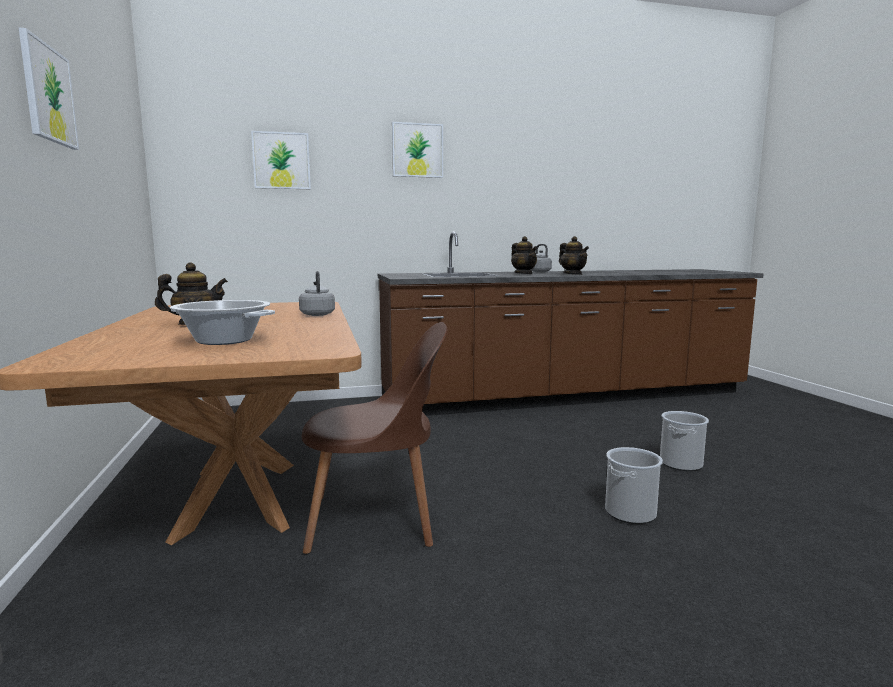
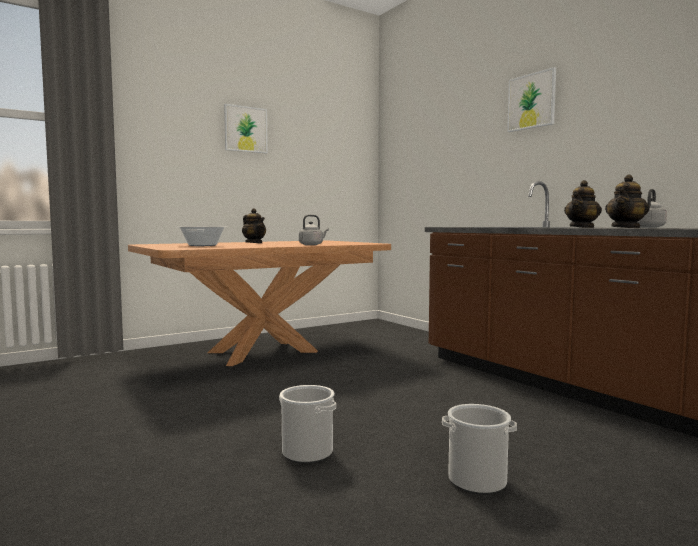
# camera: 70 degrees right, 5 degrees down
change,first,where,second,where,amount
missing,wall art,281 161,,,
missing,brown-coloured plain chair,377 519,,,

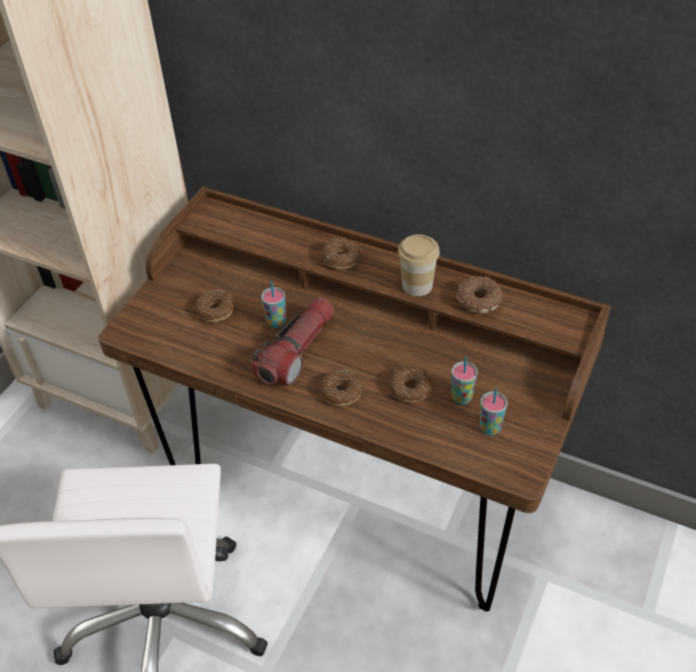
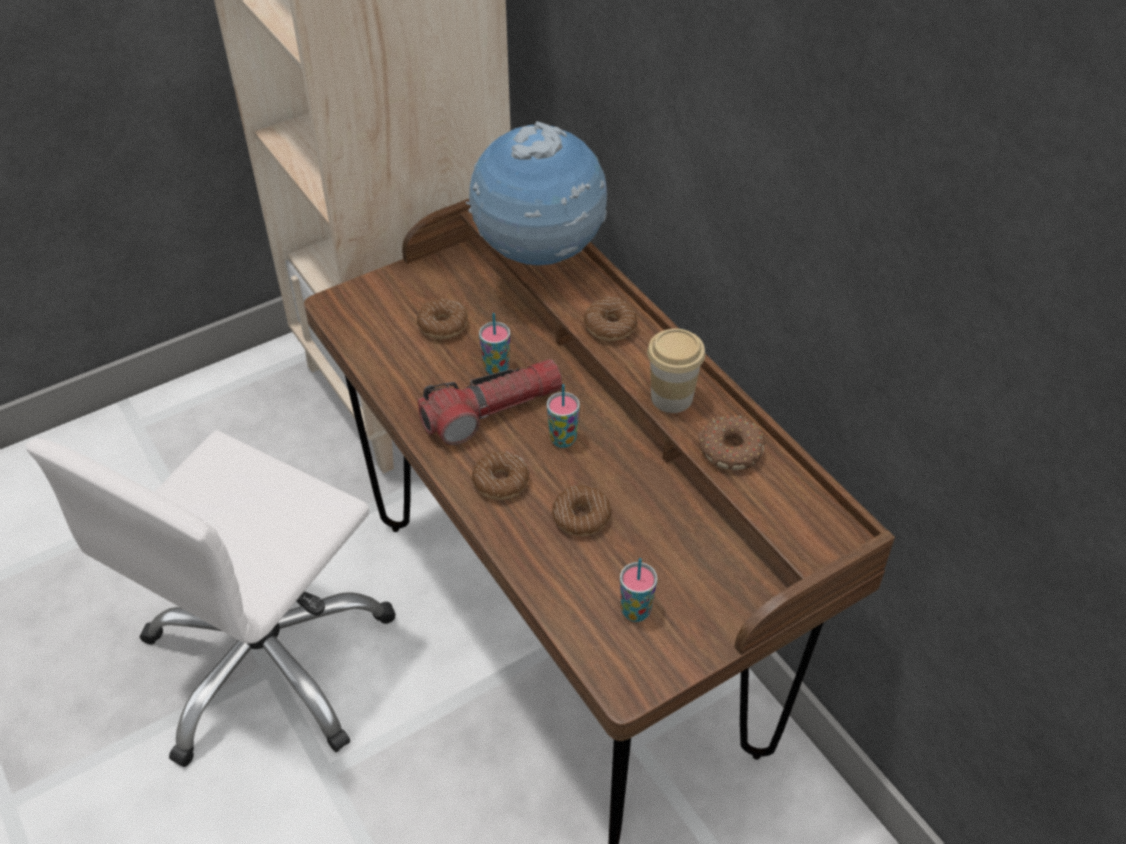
# camera: 30 degrees right, 0 degrees up
change,first,where,second,where,amount
relocated,small cup,461 397,,563 439,
appeared,,,world globe,539 255,

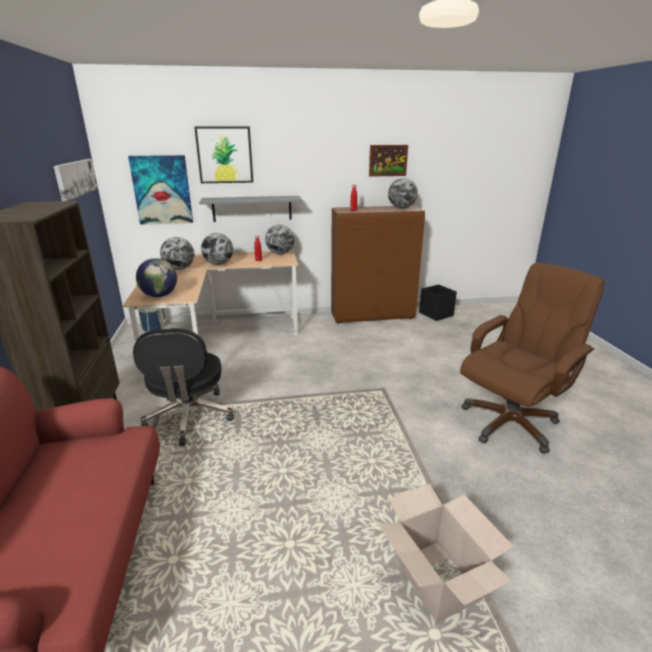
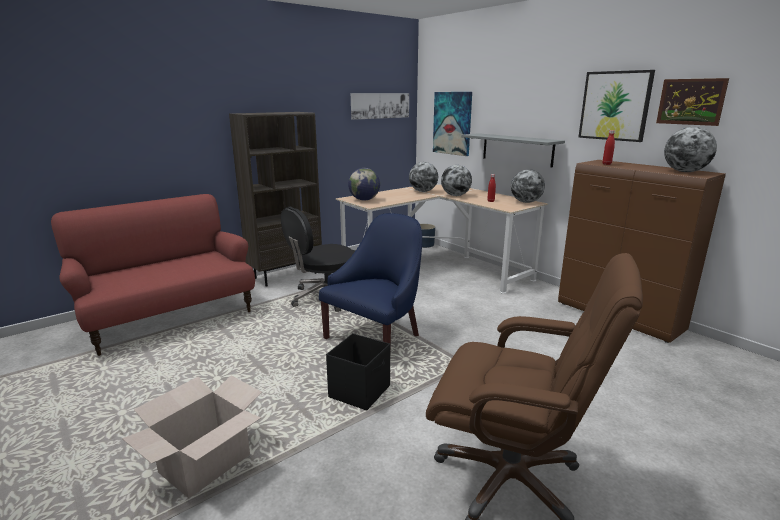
# camera: 60 degrees right, 5 degrees down
change,first,where,second,where,amount
relocated,wall art,225 155,,615 106,
relocated,black storage container,435 314,,360 391,
appeared,,,blue lounge chair,376 338,

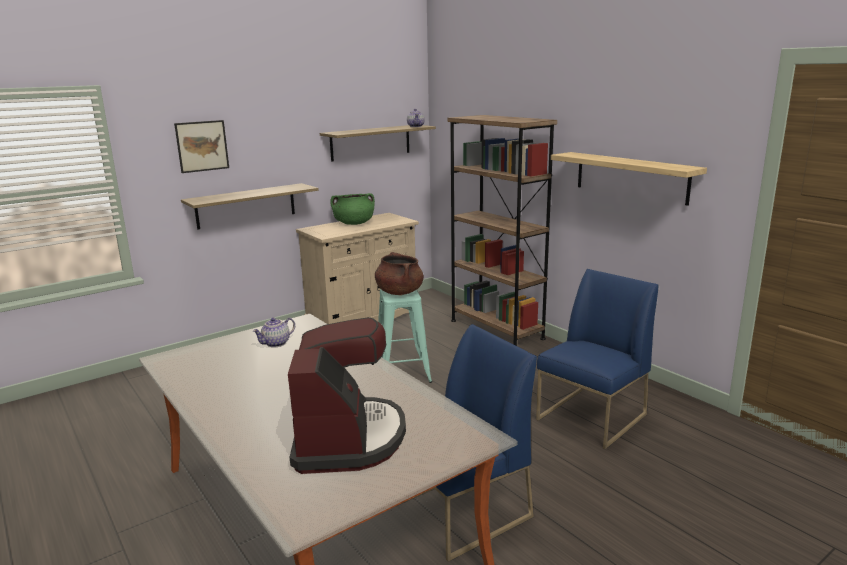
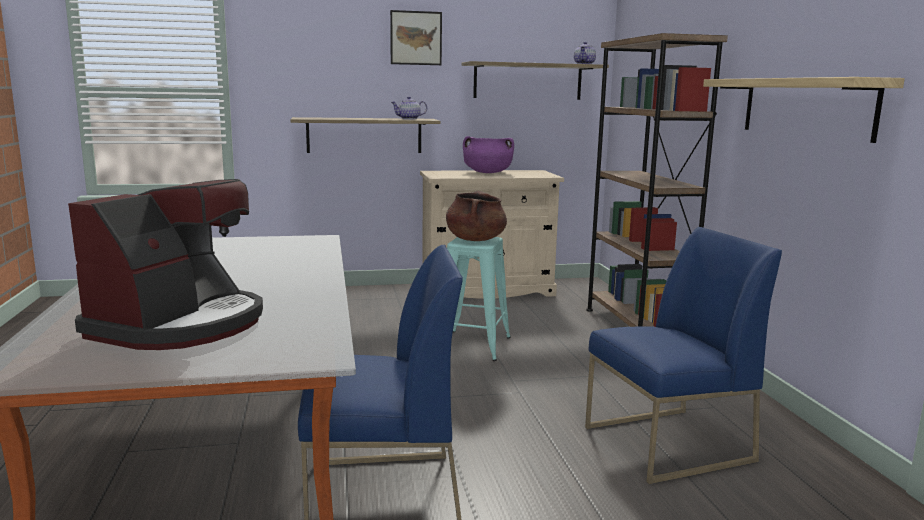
# camera: 25 degrees right, 5 degrees down
change,first,where,second,where,amount
relocated,wall art,202 146,,416 38,
colour,green-coloured cooking pot,354 223,purple-coloured cooking pot,487 172,
relocated,pot for tea,276 344,,409 119,

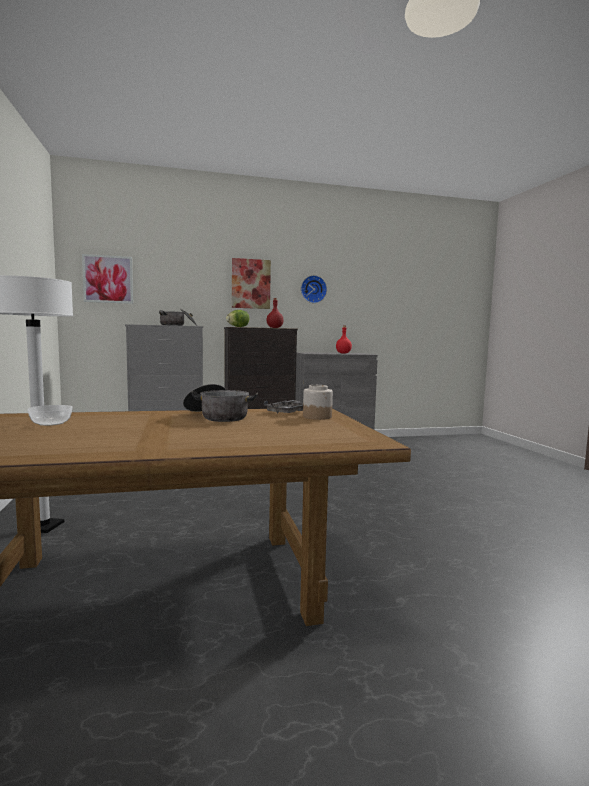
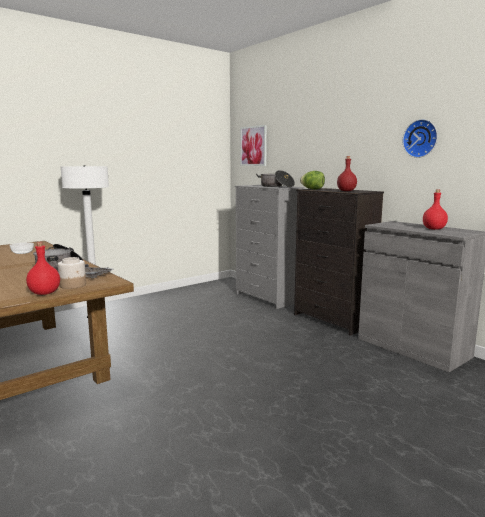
# camera: 65 degrees right, 5 degrees up
change,first,where,second,where,amount
missing,wall art,251 284,,,
appeared,,,reddish drink bottle,44 293,

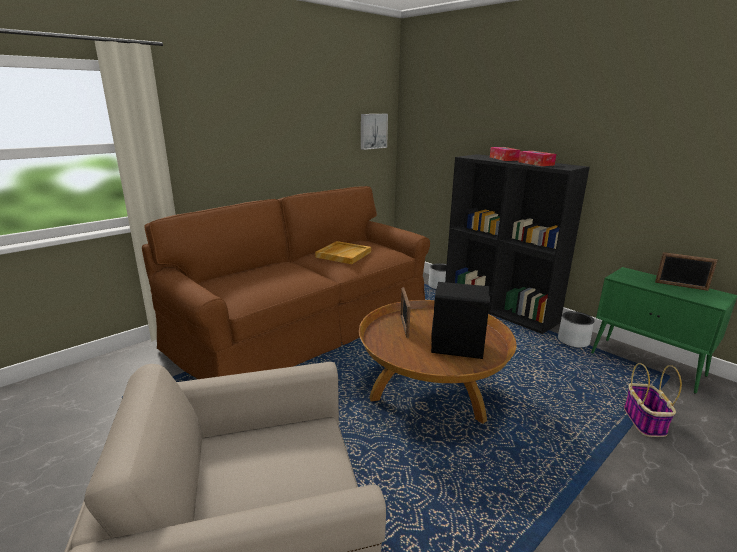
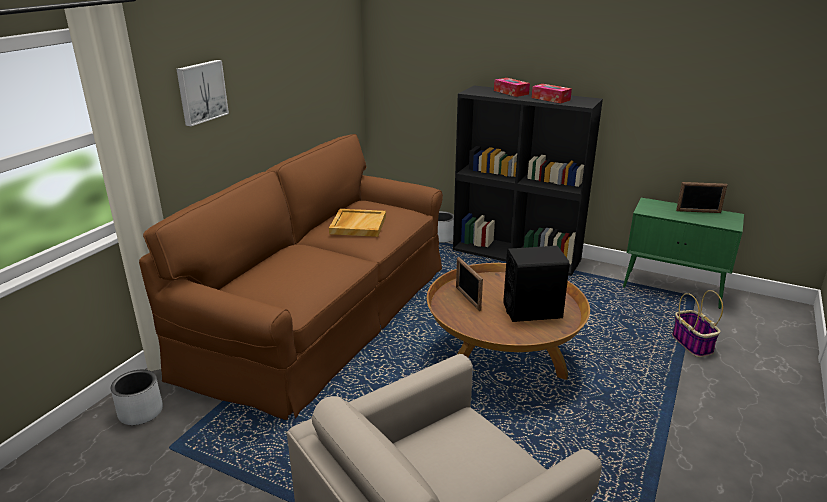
# camera: 20 degrees left, 5 degrees up
change,first,where,second,where,amount
relocated,wall art,373 131,,201 92,
relocated,grey flower pot,573 341,,141 412,

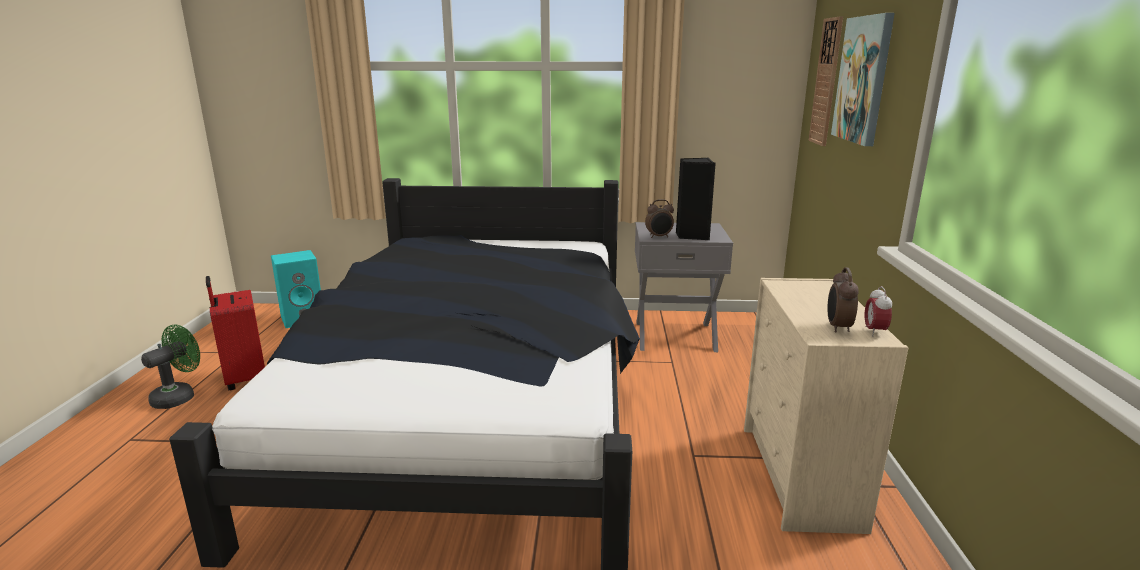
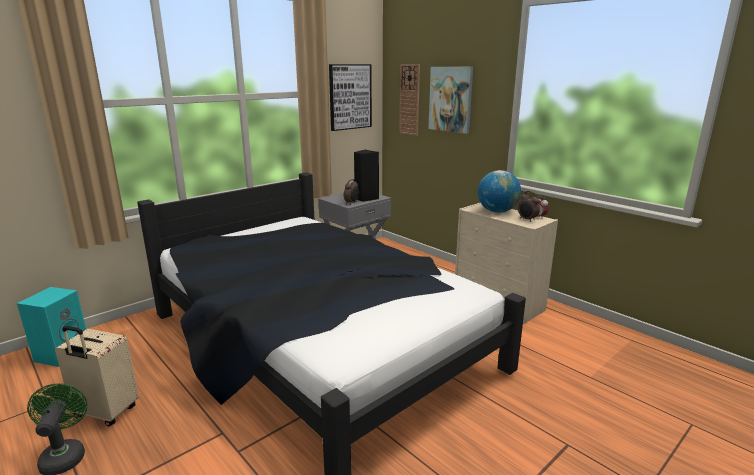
# camera: 45 degrees left, 0 degrees up
change,first,where,second,where,amount
colour,reddish suitcase,244 379,sand-coloured suitcase,105 413,
appeared,,,wall art,350 97,
appeared,,,world globe,497 211,

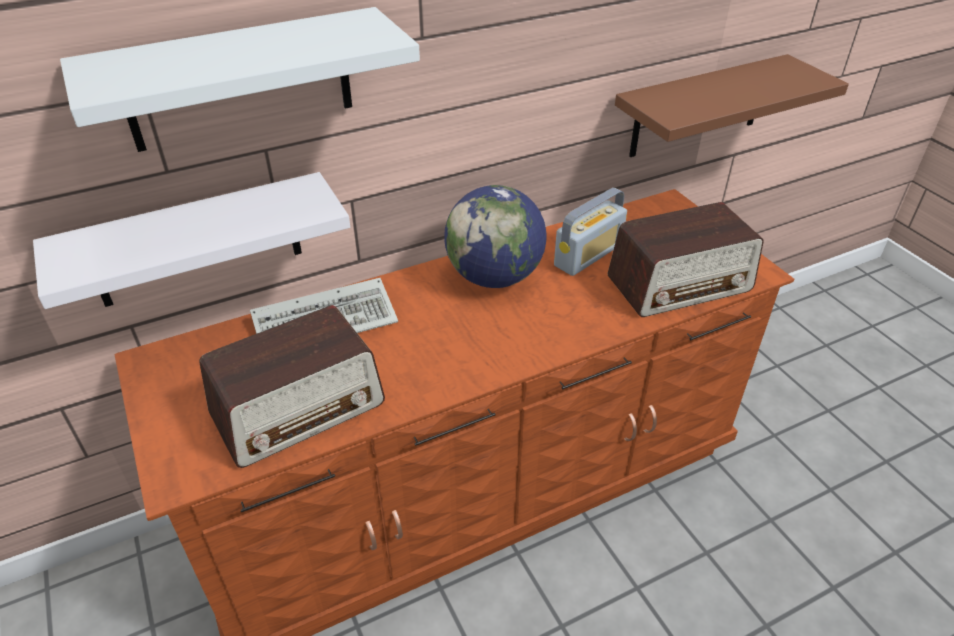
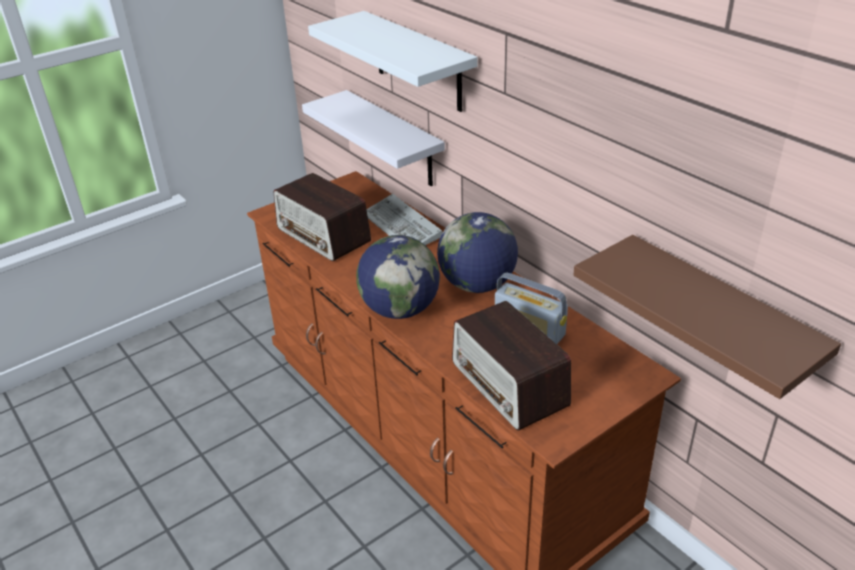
# camera: 80 degrees right, 5 degrees down
change,first,where,second,where,amount
appeared,,,world globe,400 310,

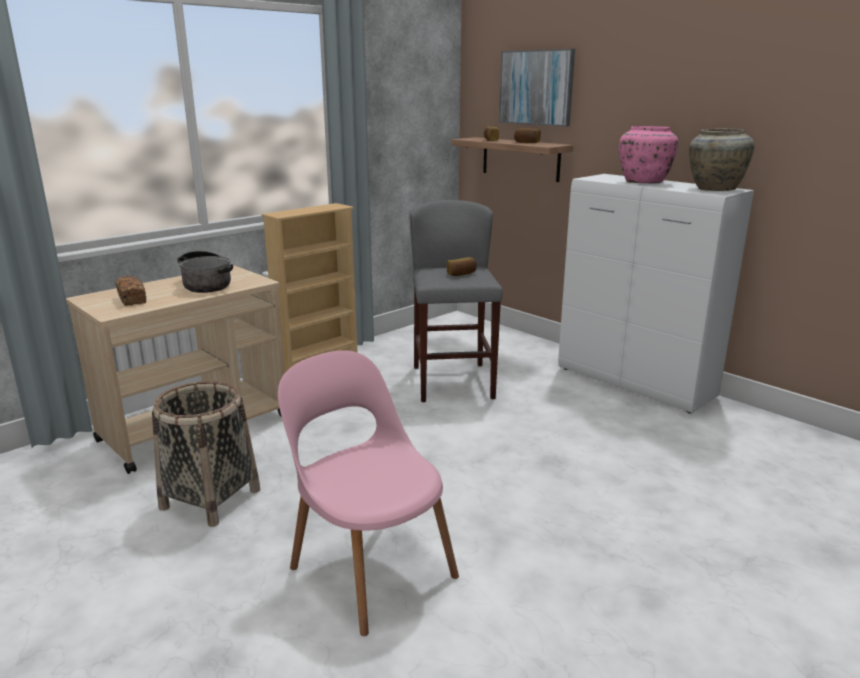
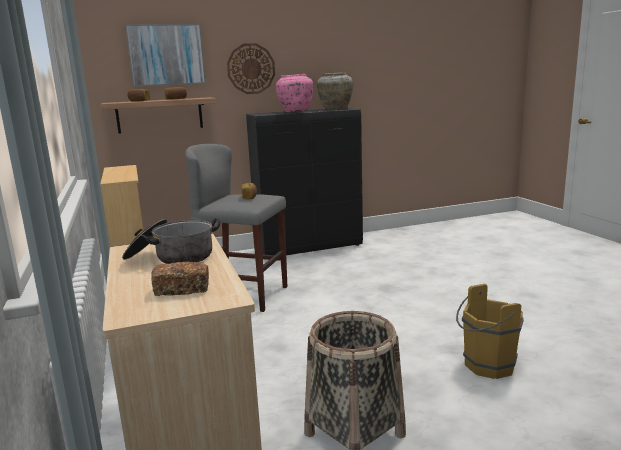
# camera: 65 degrees left, 5 degrees down
change,first,where,second,where,amount
colour,white storage cabinet,635 383,black storage cabinet,310 247,
exchanged,pink plain chair,369 567,brown-coloured pail,485 366,
appeared,,,hanging clock,251 69,

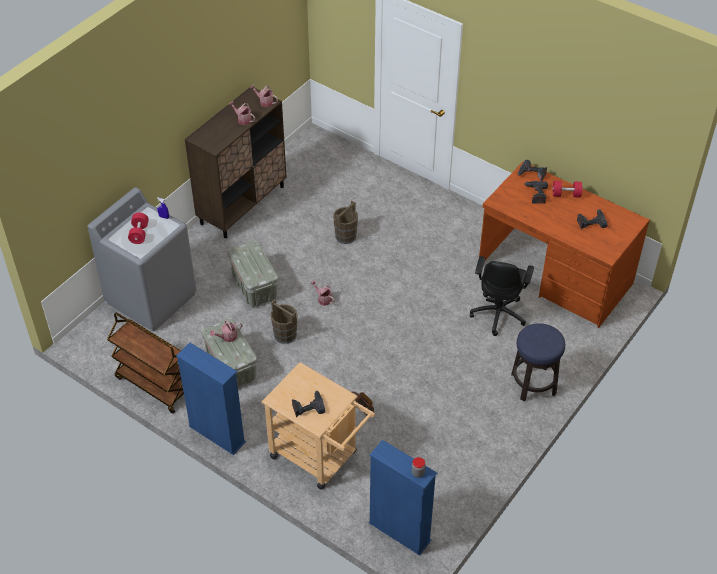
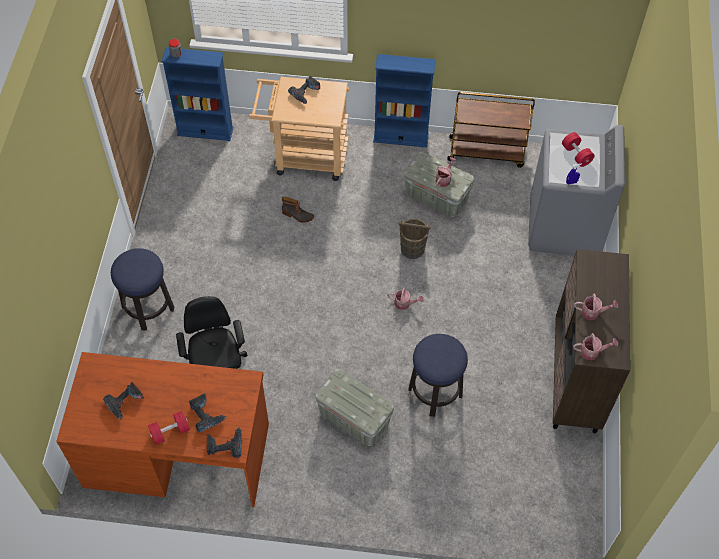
# camera: 150 degrees right, 10 degrees up
change,first,where,second,where,amount
exchanged,brown-coloured pail,345 236,sitting stool,435 392,
relocated,grey storage container,255 286,,353 418,

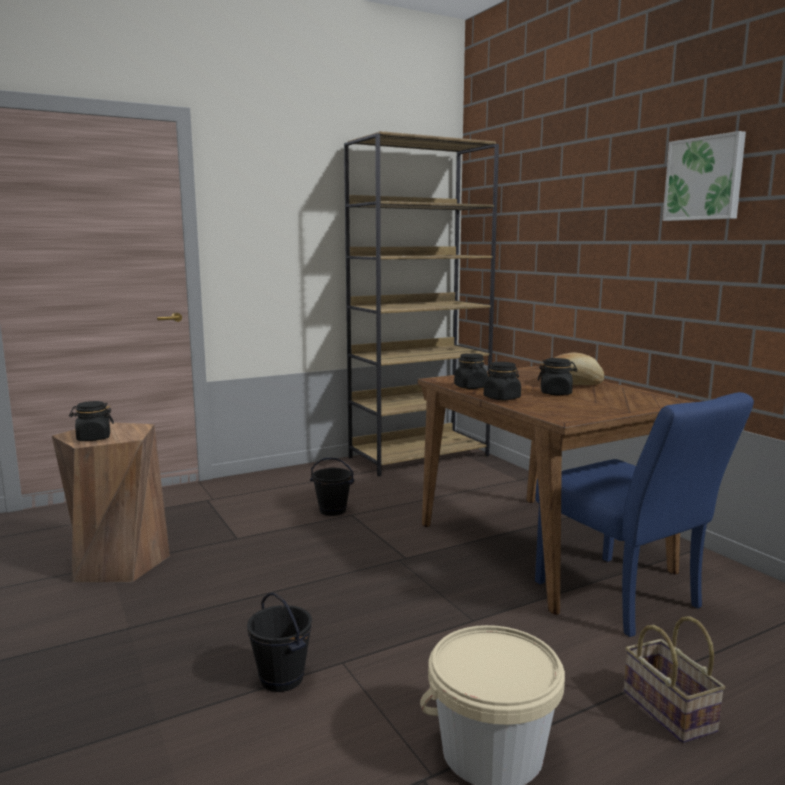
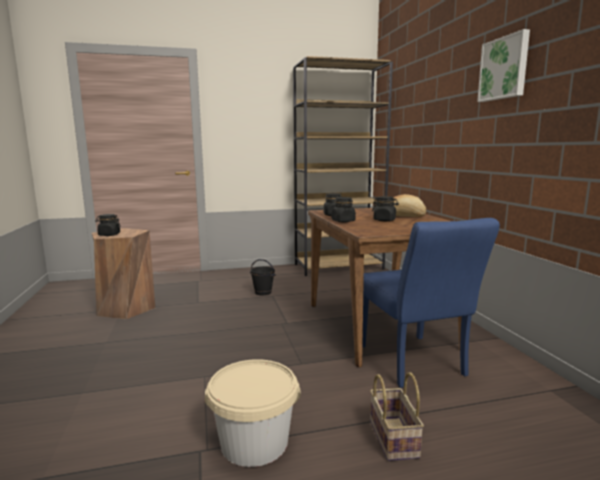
# camera: 15 degrees right, 0 degrees up
change,first,where,second,where,amount
missing,black pail,281 679,,,

